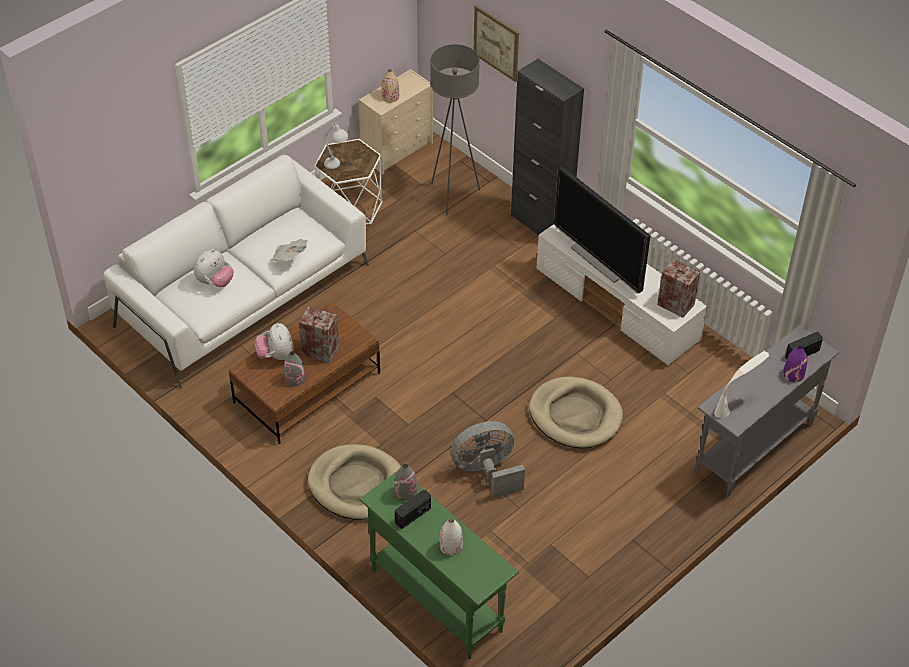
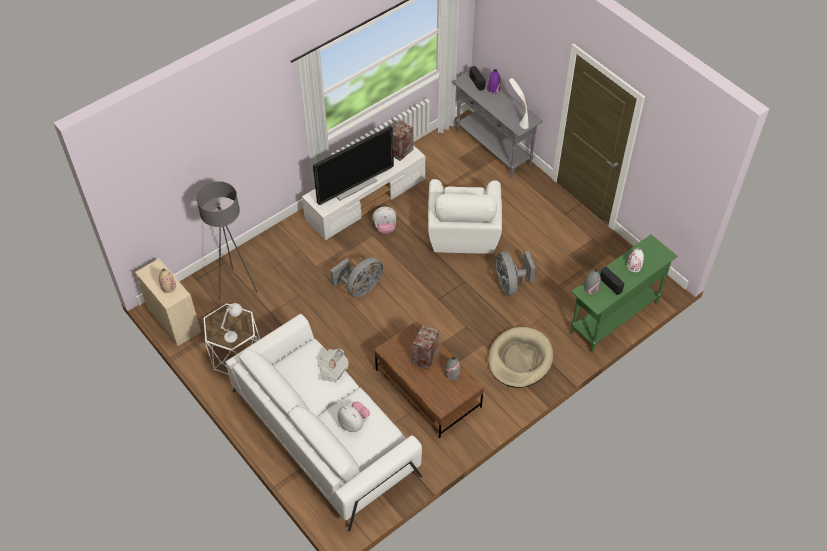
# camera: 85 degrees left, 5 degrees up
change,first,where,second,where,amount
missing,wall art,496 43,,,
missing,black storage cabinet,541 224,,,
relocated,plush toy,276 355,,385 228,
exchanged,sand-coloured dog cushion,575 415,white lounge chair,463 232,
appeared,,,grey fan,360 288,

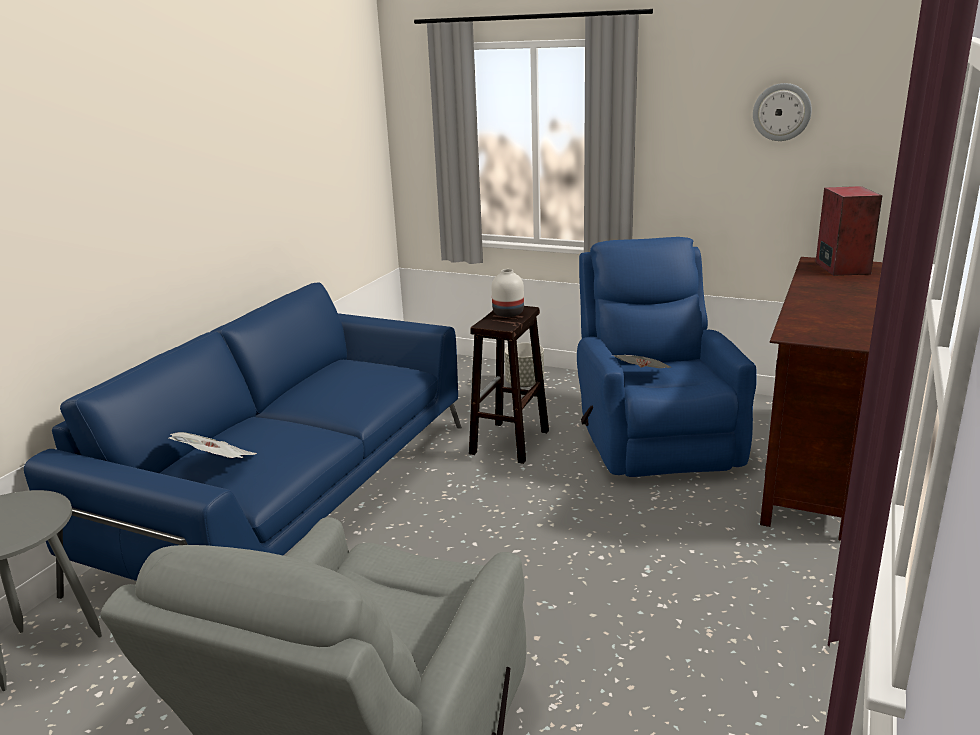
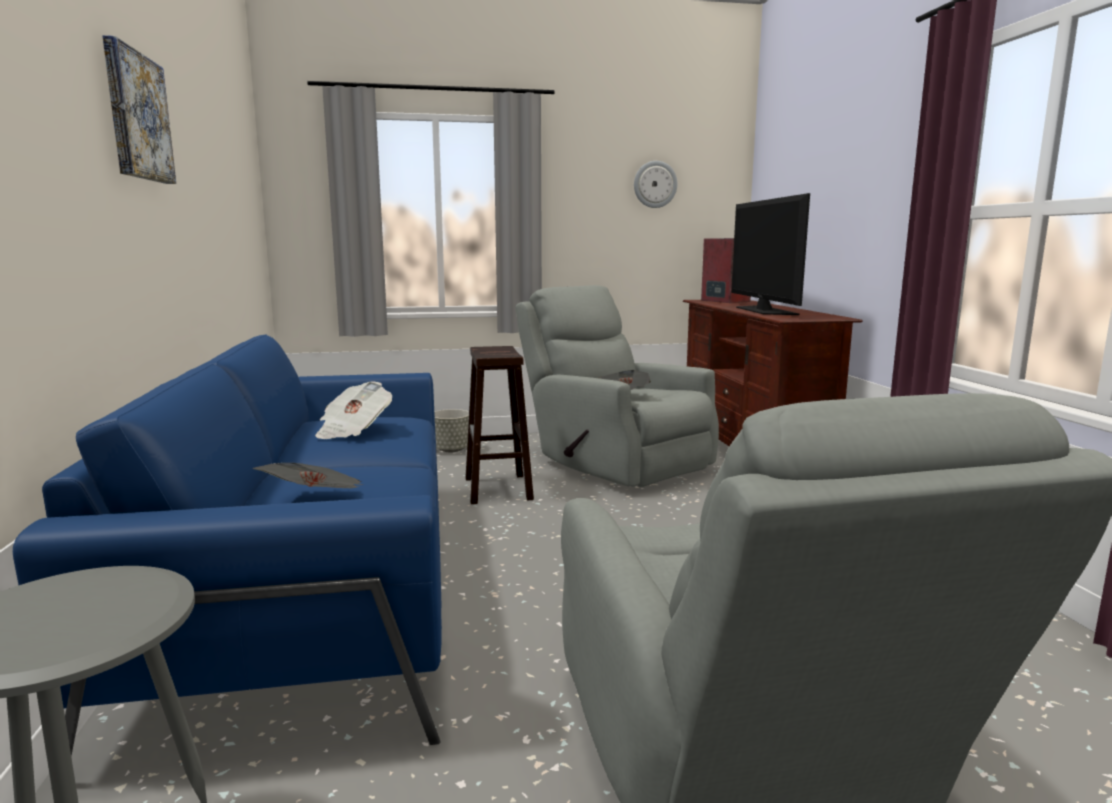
# camera: 35 degrees left, 10 degrees down
change,first,where,second,where,amount
colour,blue lounge chair,654 435,grey lounge chair,614 462,
missing,white flower vase,509 313,,,
appeared,,,wall art,137 116,
appeared,,,television,764 310,
appeared,,,daily paper,353 430,

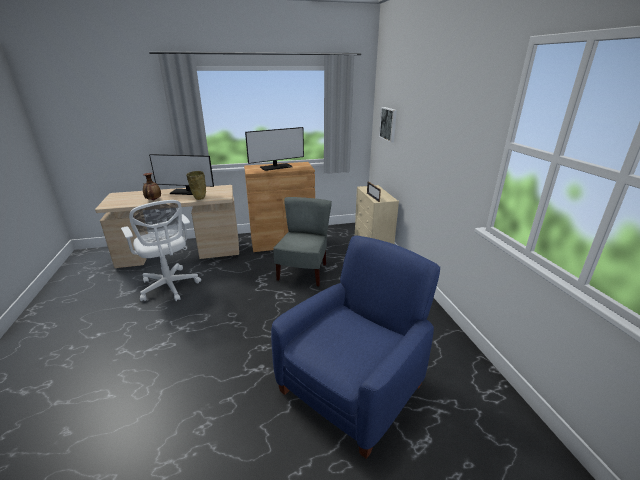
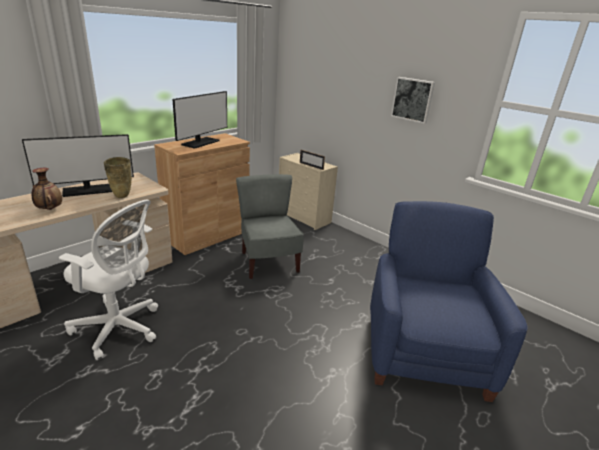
# camera: 35 degrees left, 0 degrees up
change,first,where,second,where,amount
relocated,wall art,389 124,,413 99,

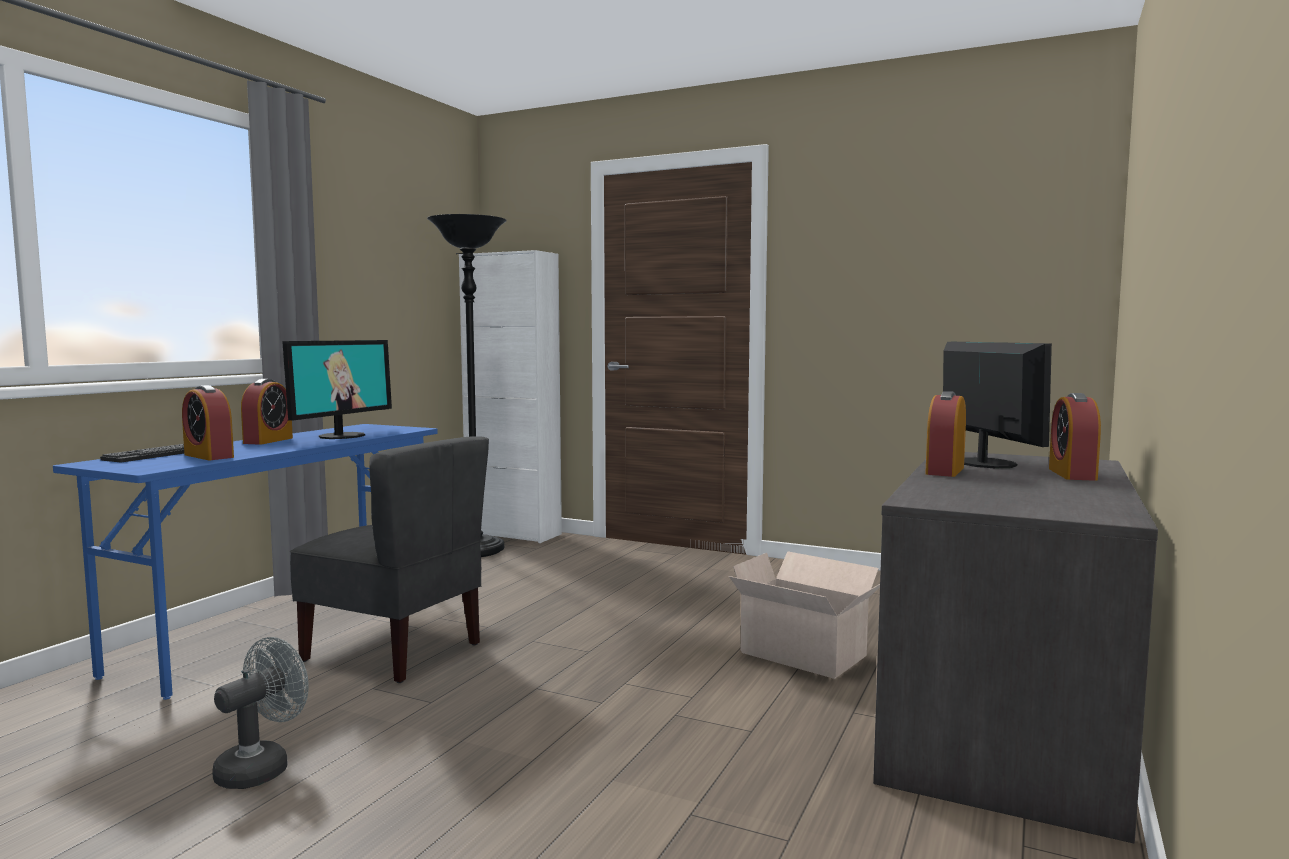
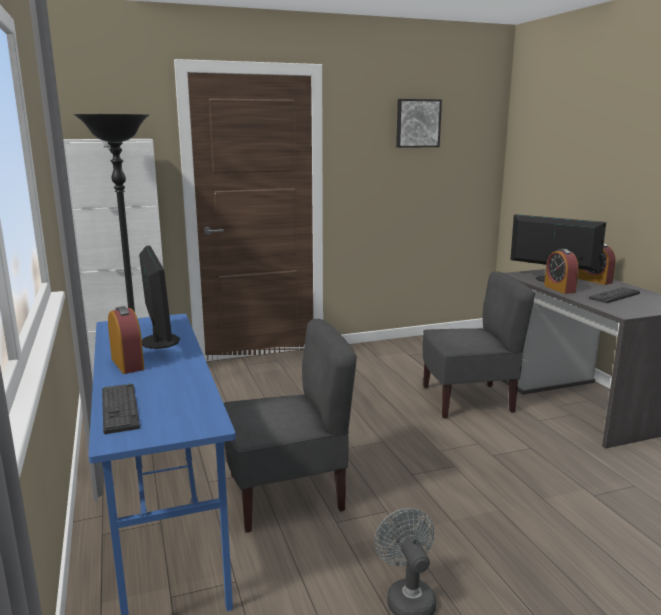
# camera: 45 degrees left, 10 degrees up
change,first,where,second,where,amount
missing,table clock,209 456,,,
exchanged,packing box,806 655,grey plain chair,468 400,
appeared,,,wall art,417 123,
appeared,,,PC keyboard,614 296,

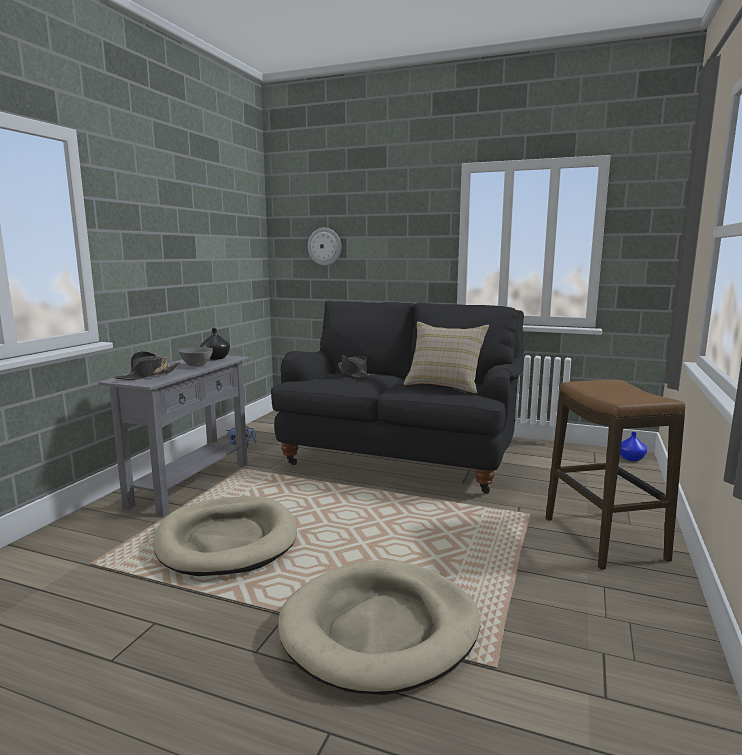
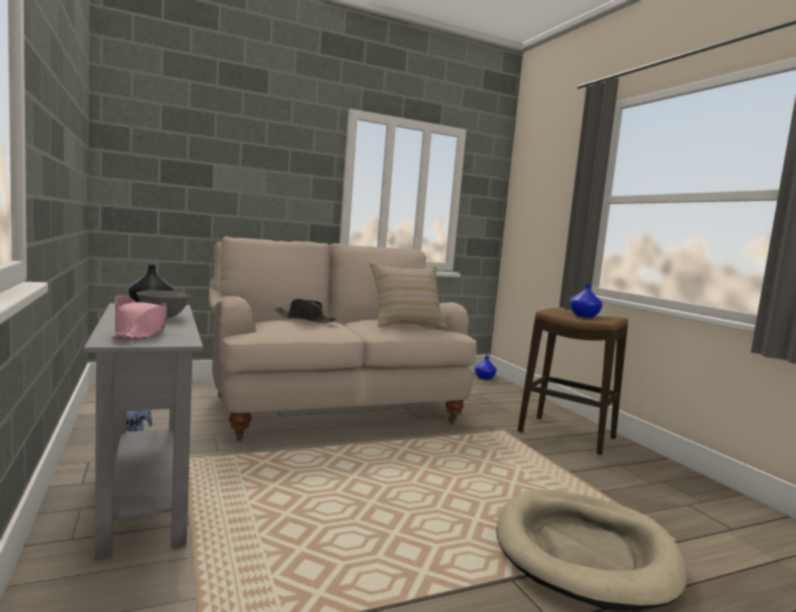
# camera: 45 degrees left, 5 degrees down
change,first,where,second,where,amount
missing,hanging clock,325 246,,,
colour,black couch,402 456,sand-coloured couch,332 407,
colour,black clothing hat,149 375,pink clothing hat,140 332,
missing,sand-coloured dog cushion,227 540,,,
appeared,,,blue flower vase,583 316,

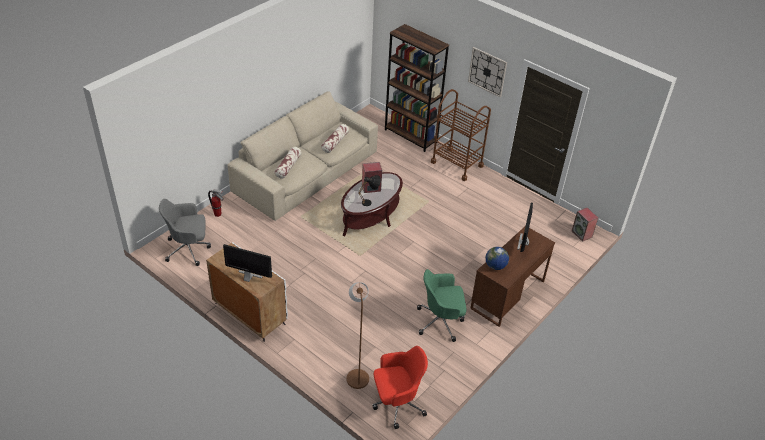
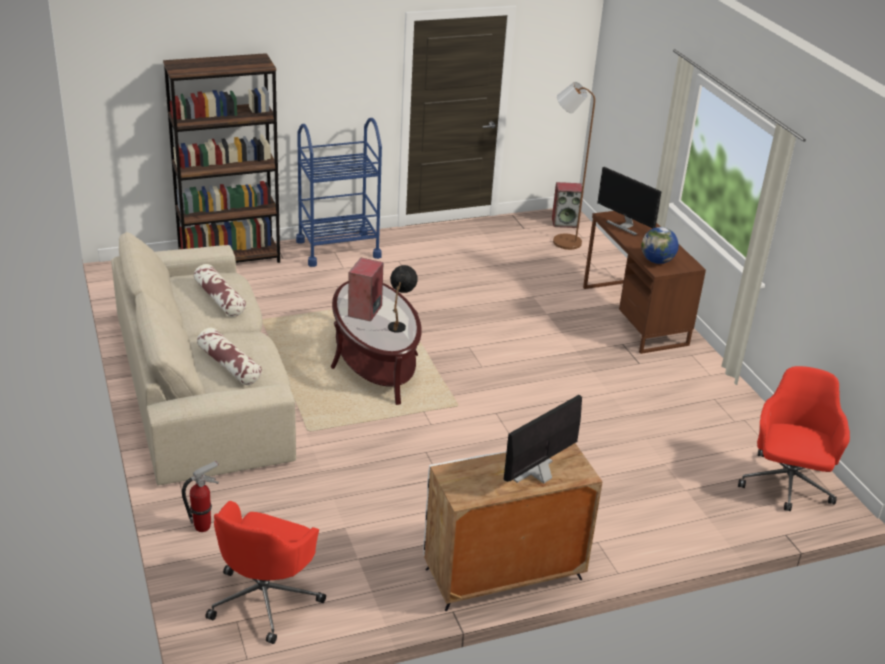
# camera: 60 degrees left, 10 degrees down
change,first,where,second,where,amount
missing,hanging clock,487 71,,,
colour,brown-coloured wheeled cart,457 164,blue wheeled cart,338 249,
colour,grey computer chair,189 249,reddish computer chair,265 599,
missing,green-coloured computer chair,441 321,,,
relocated,brown-coloured floor lamp,357 375,,561 241,

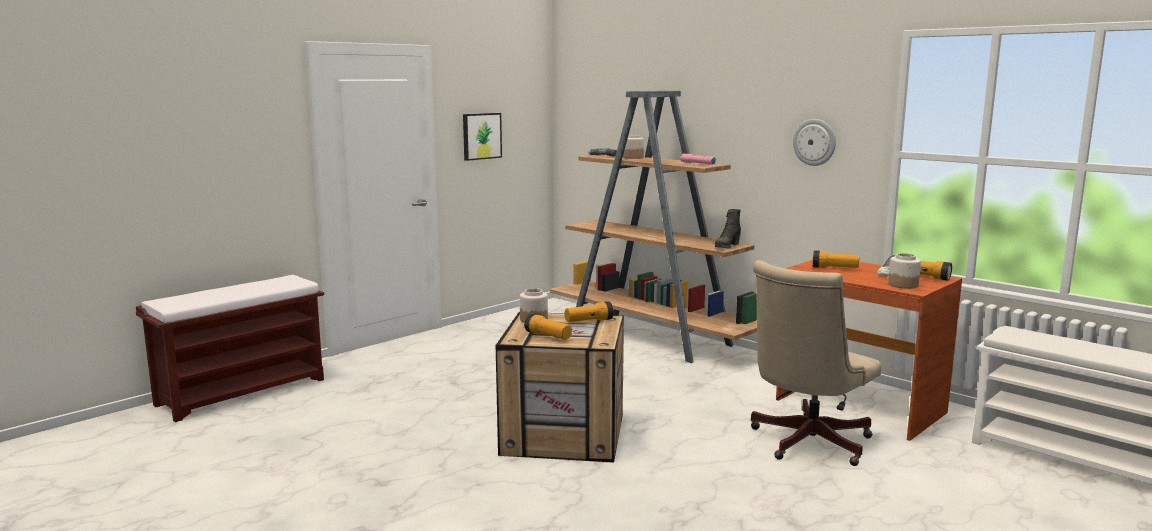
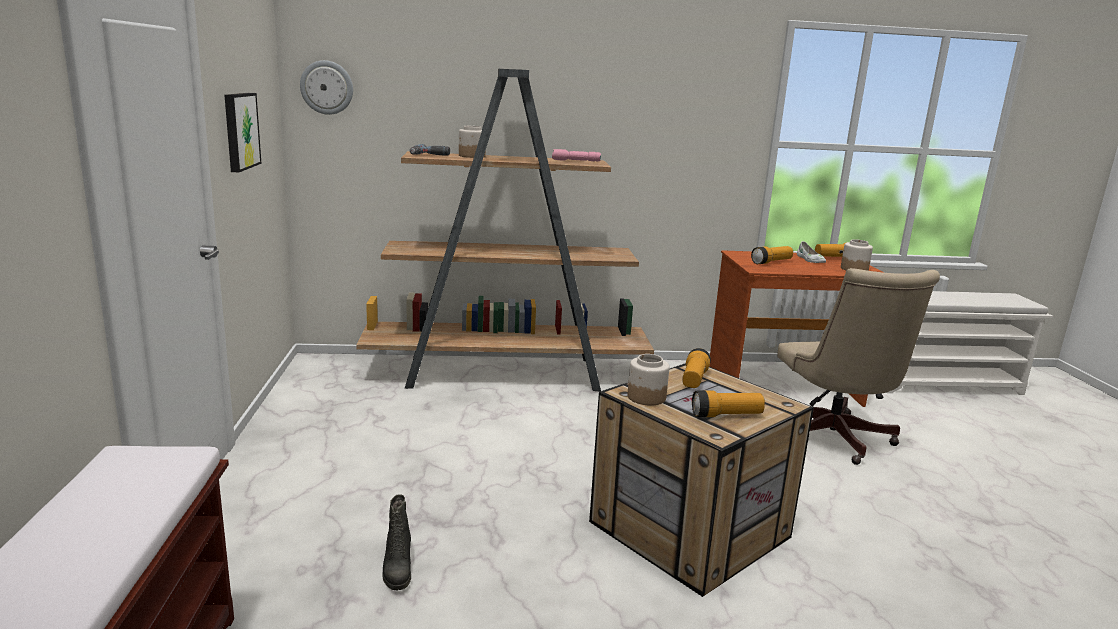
# camera: 50 degrees left, 5 degrees up
change,first,where,second,where,amount
relocated,hanging clock,814 142,,327 87,
relocated,black boot,726 246,,397 569,

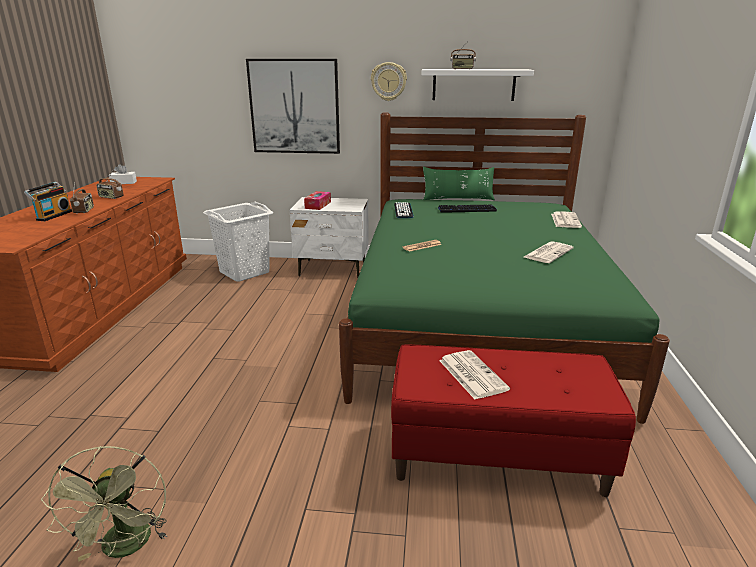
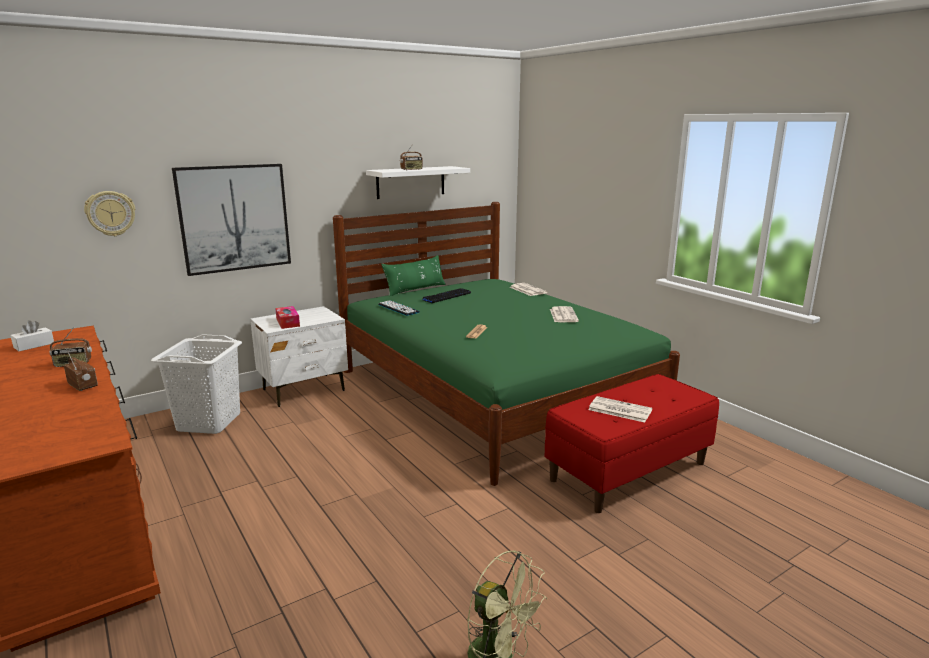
# camera: 40 degrees left, 5 degrees down
change,first,where,second,where,amount
relocated,hanging clock,388 81,,110 213,
missing,radio,53 215,,,

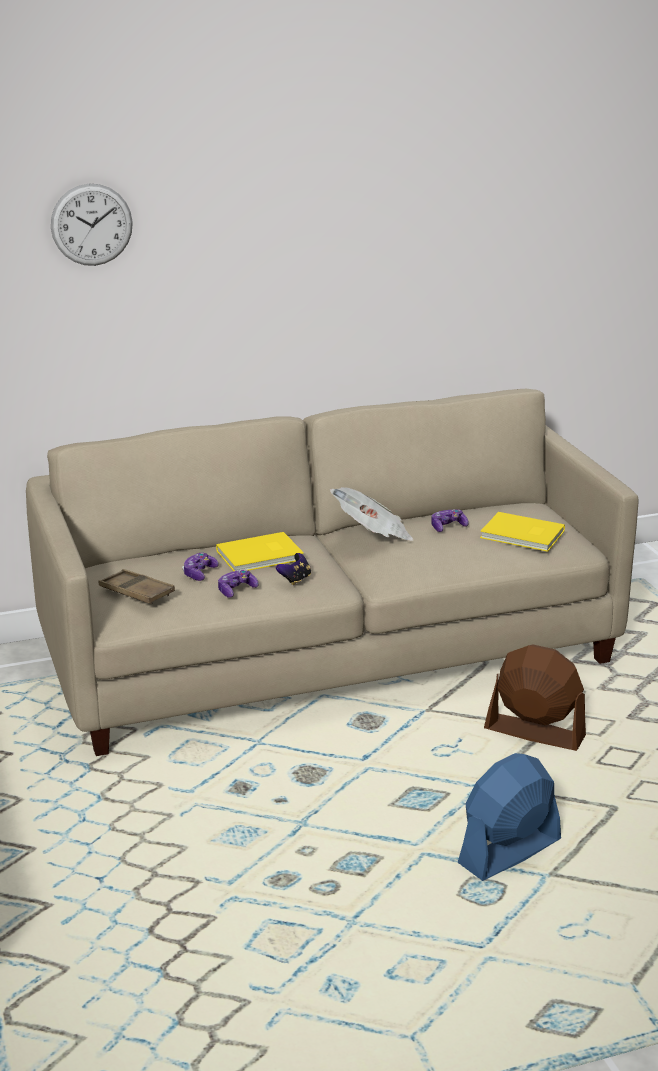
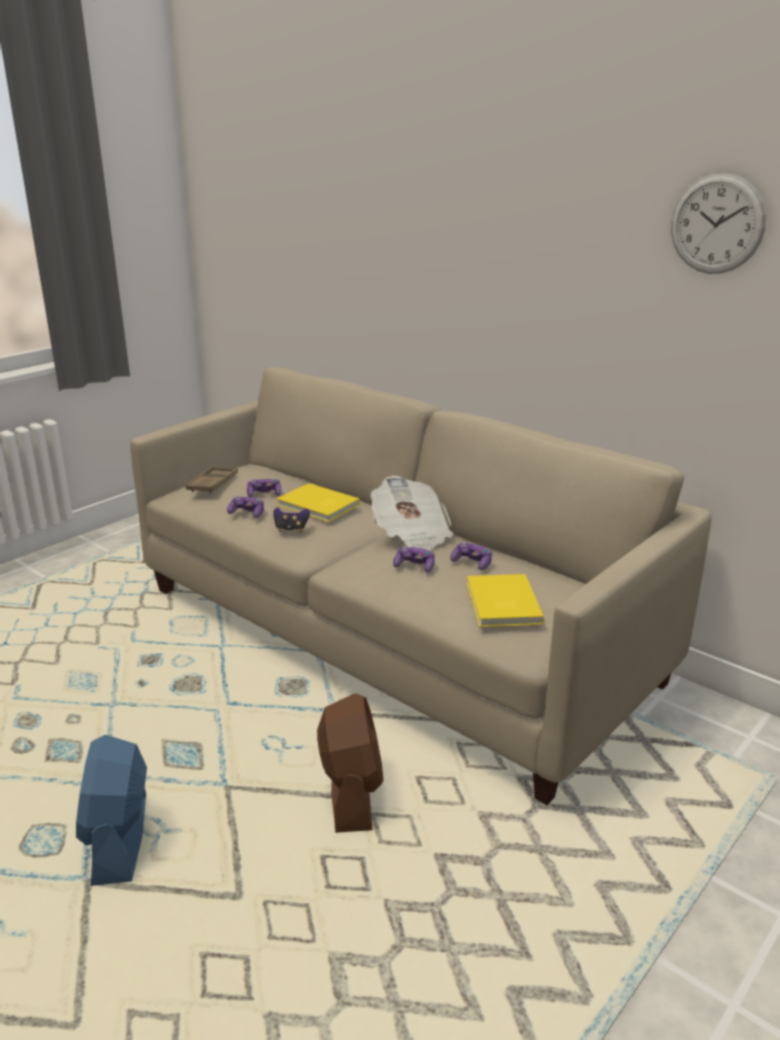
# camera: 60 degrees right, 0 degrees up
change,first,where,second,where,amount
relocated,hanging clock,91 224,,717 224,
spun,blue fan,509 852,,120 840,120 degrees counterclockwise
appeared,,,game controller,414 566,

